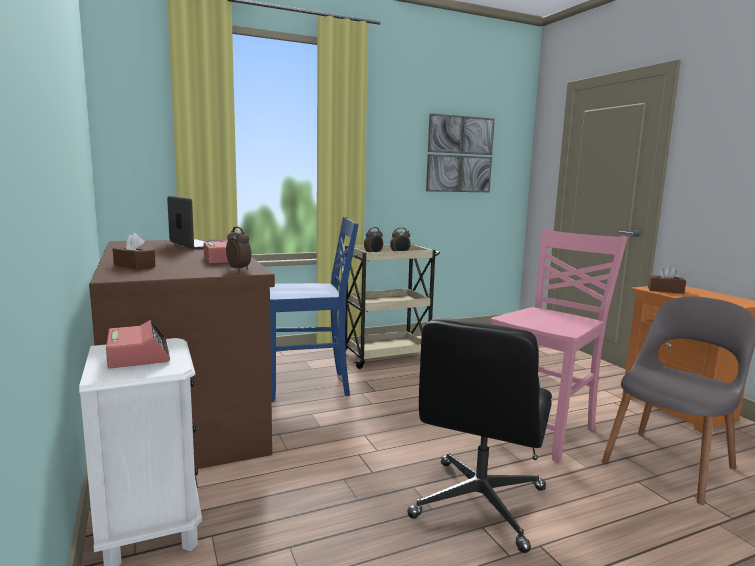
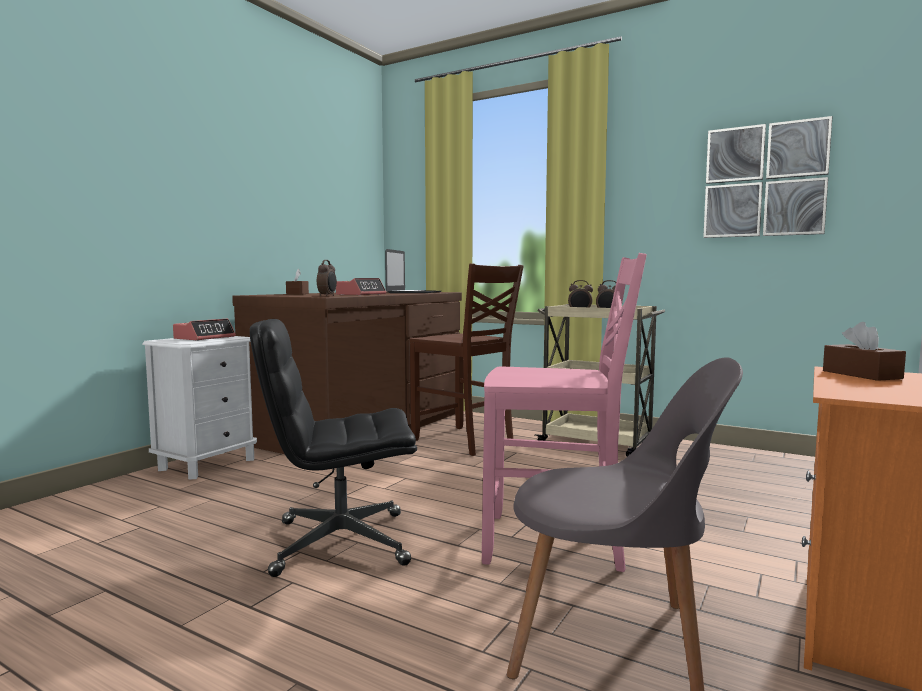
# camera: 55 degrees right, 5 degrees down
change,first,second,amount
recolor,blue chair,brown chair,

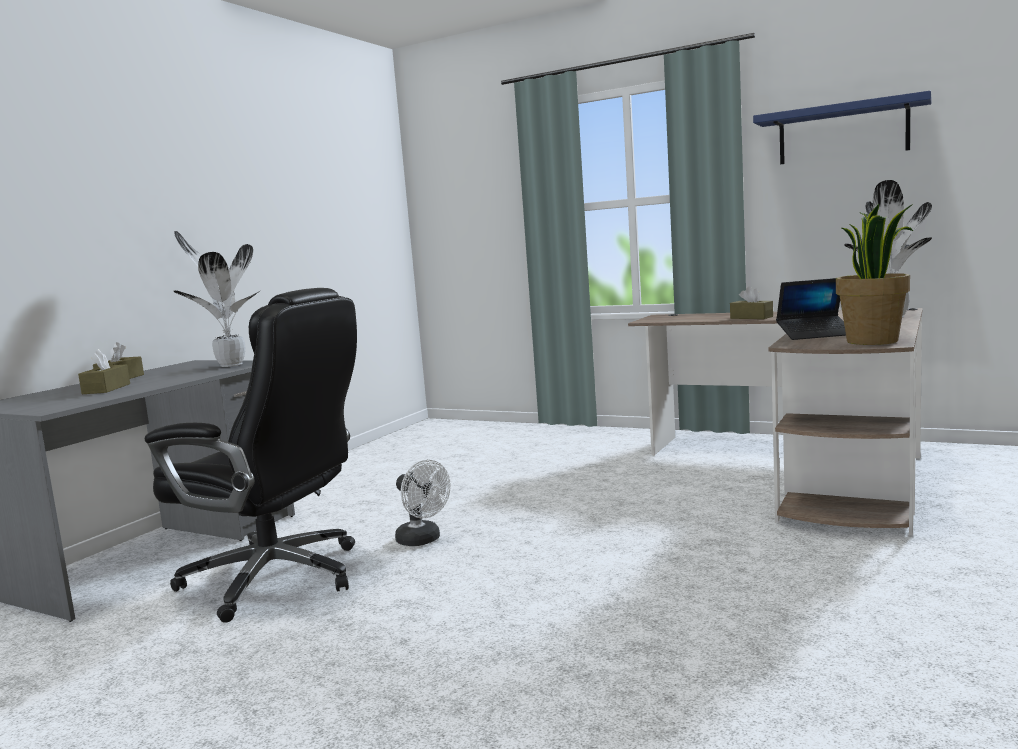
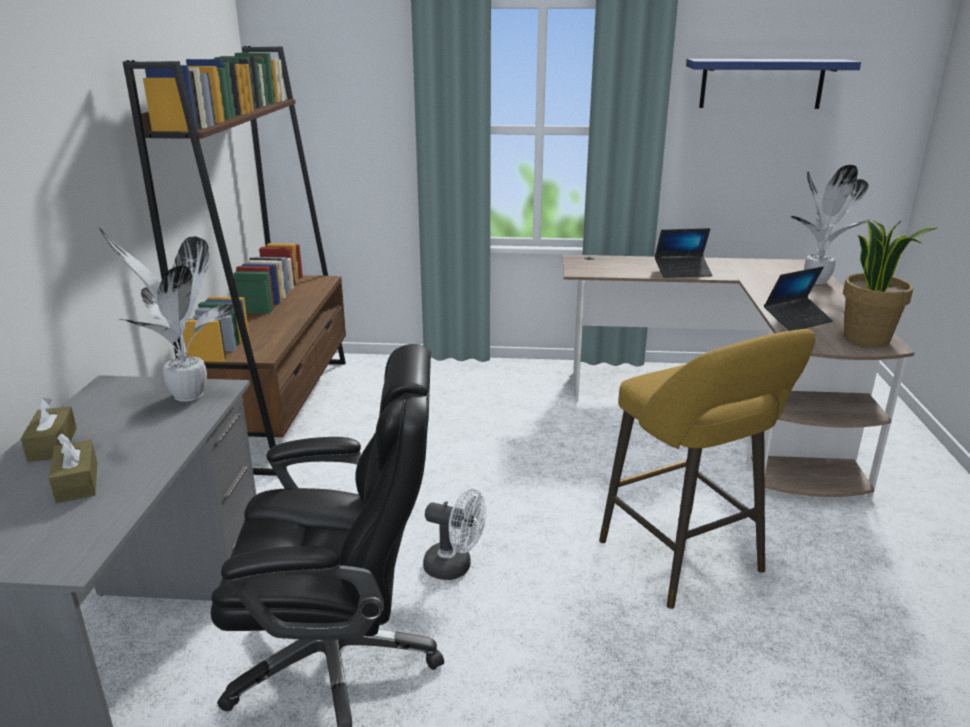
# camera: 25 degrees left, 15 degrees up
change,first,second,amount
insert,,brown bookcase,
insert,,yellow stool,
replace,brown tissue box (3rd from left),laptop (1st from left),

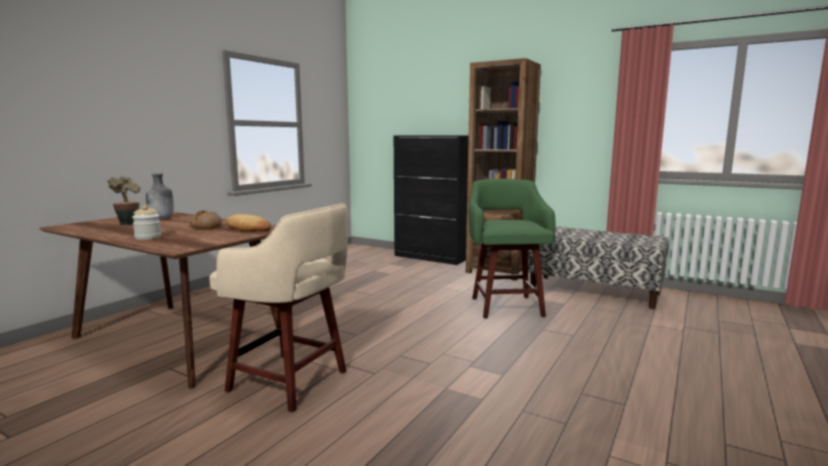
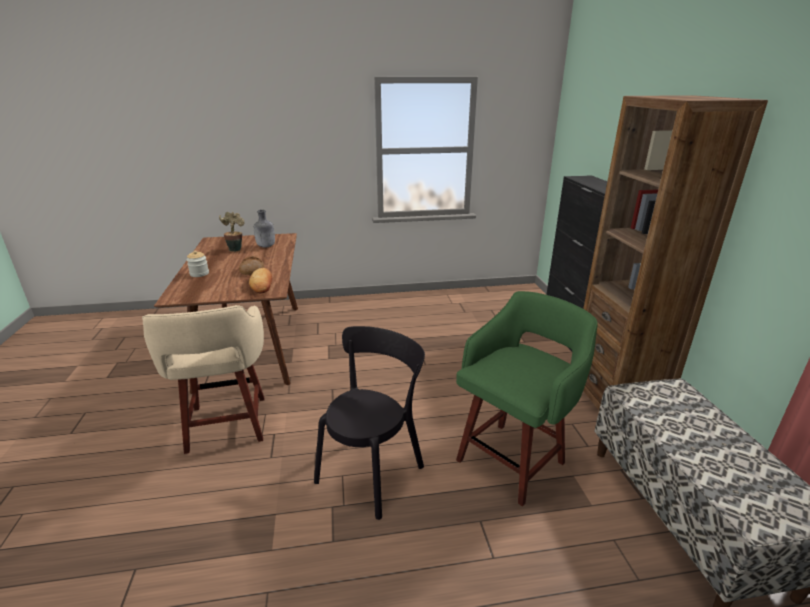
# camera: 50 degrees right, 15 degrees up
change,first,second,amount
insert,,black chair,

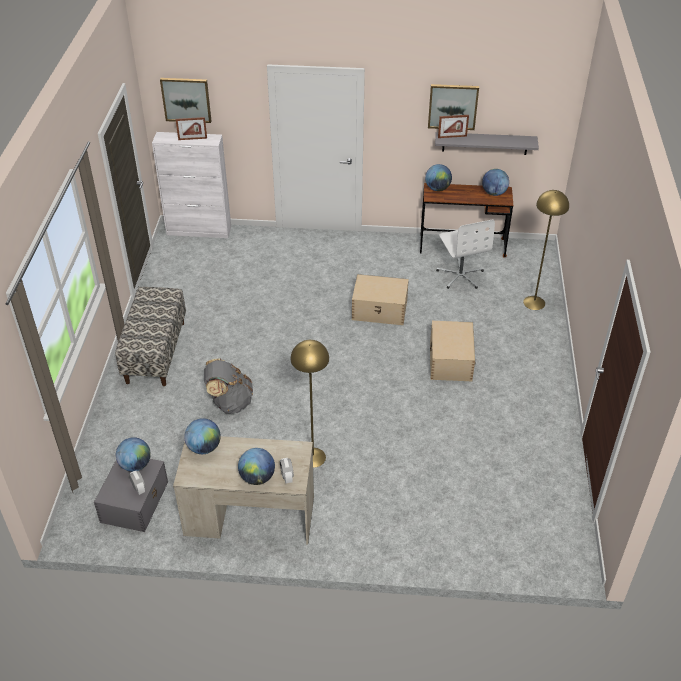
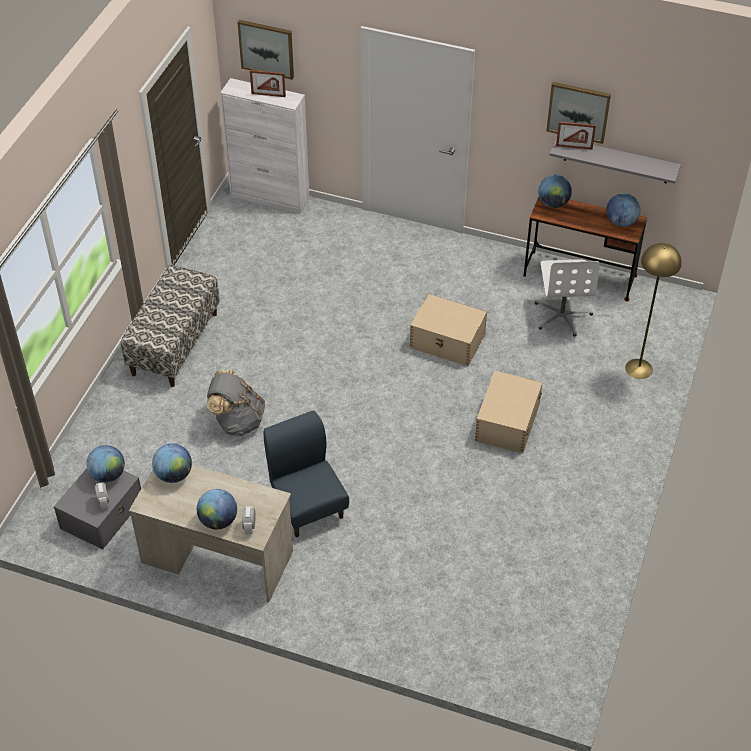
# camera: 15 degrees right, 5 degrees up
change,first,second,amount
replace,yellow floor lamp (1st from left),blue chair,

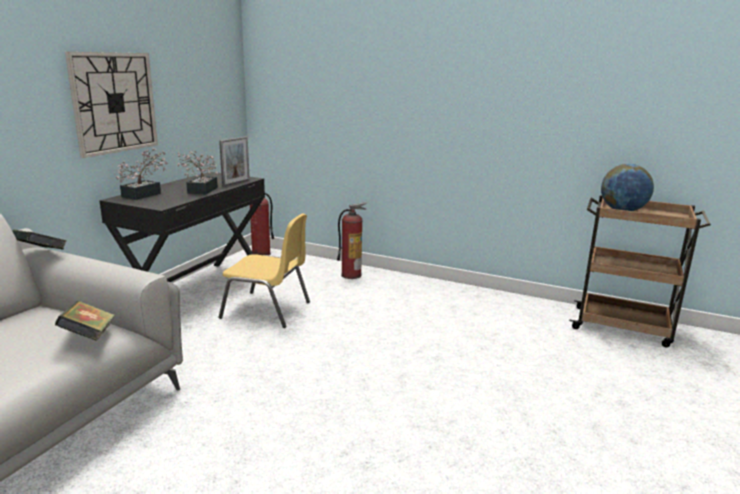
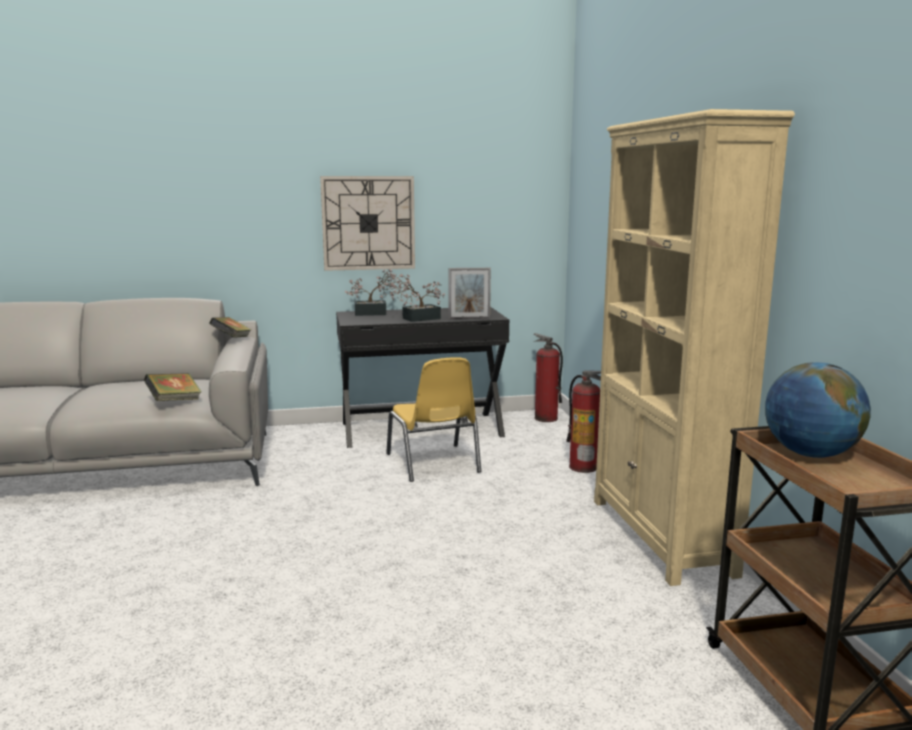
# camera: 55 degrees right, 5 degrees down
change,first,second,amount
insert,,beige bookcase,

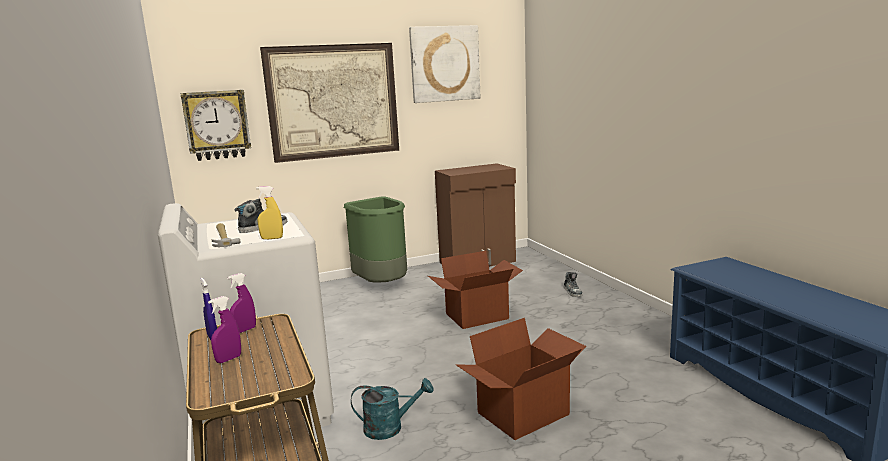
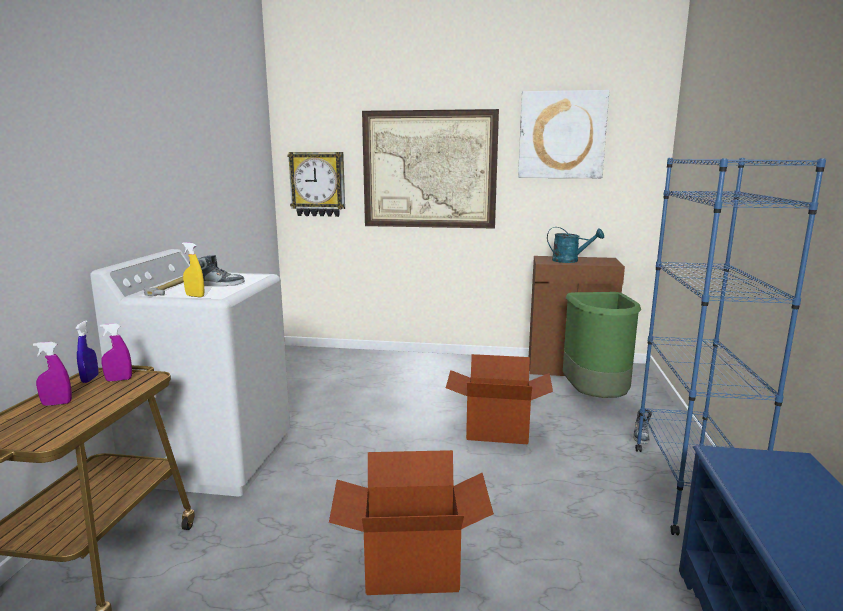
# camera: 30 degrees right, 0 degrees up
change,first,second,amount
move,turquoise watering can,,
move,green trash can,,
insert,,blue bookcase,

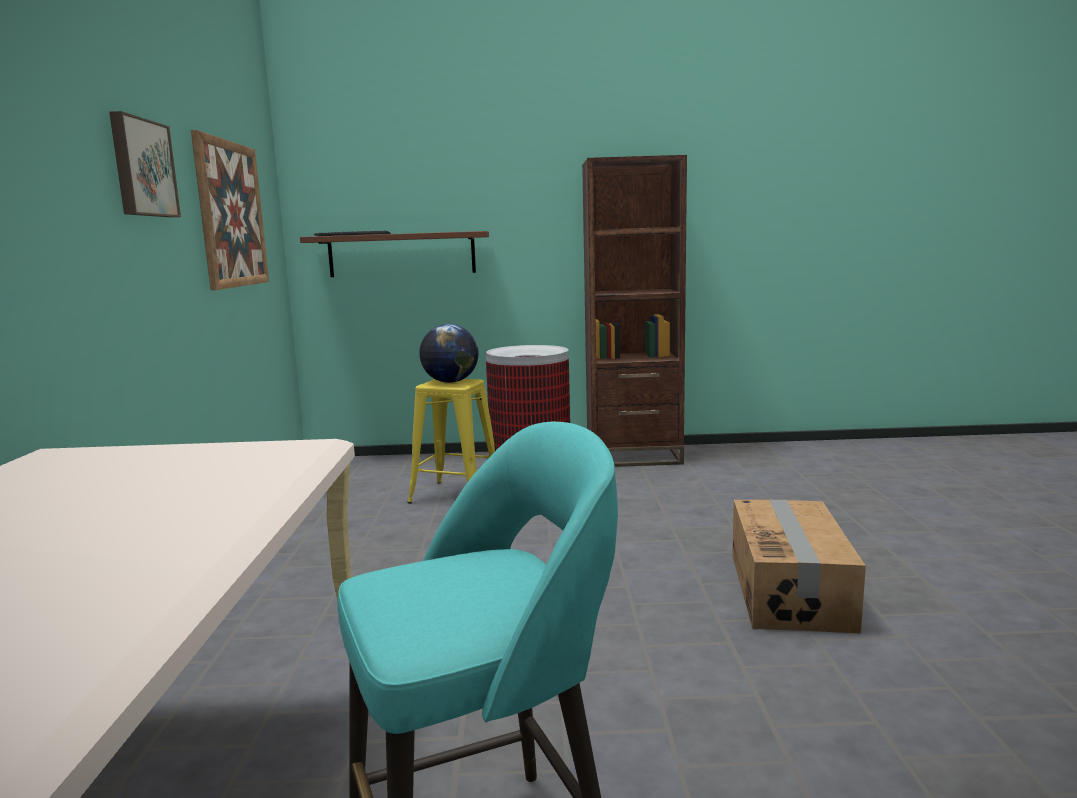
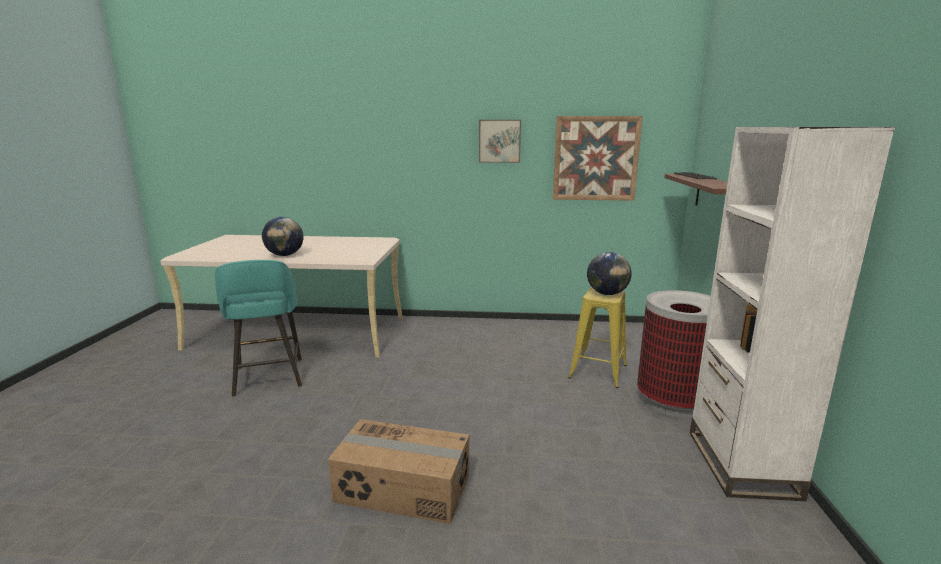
# camera: 95 degrees right, 5 degrees up
change,first,second,amount
insert,,globe (1st from left),
recolor,brown bookcase,white bookcase,

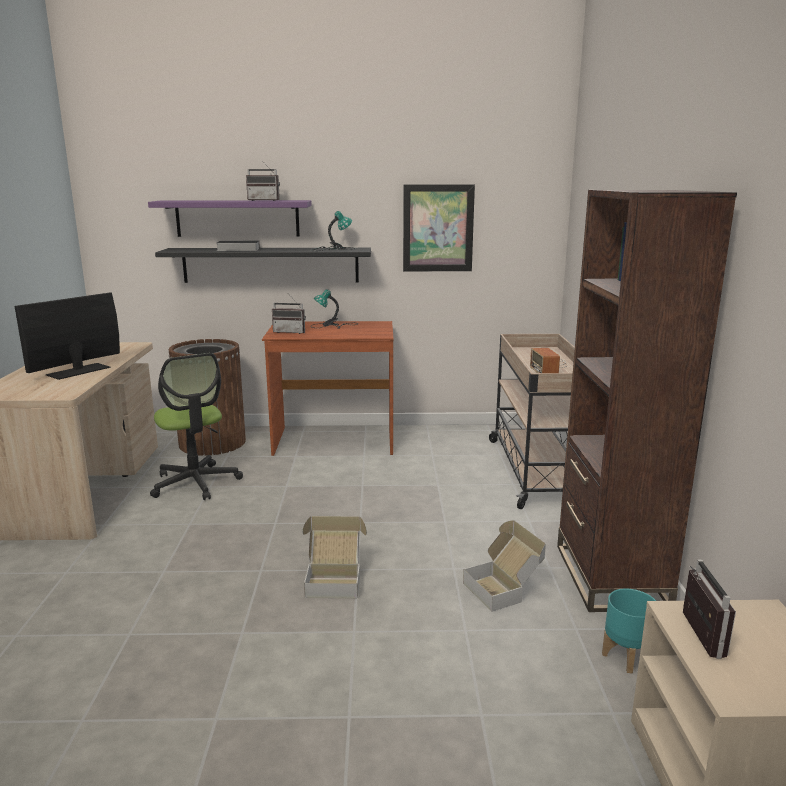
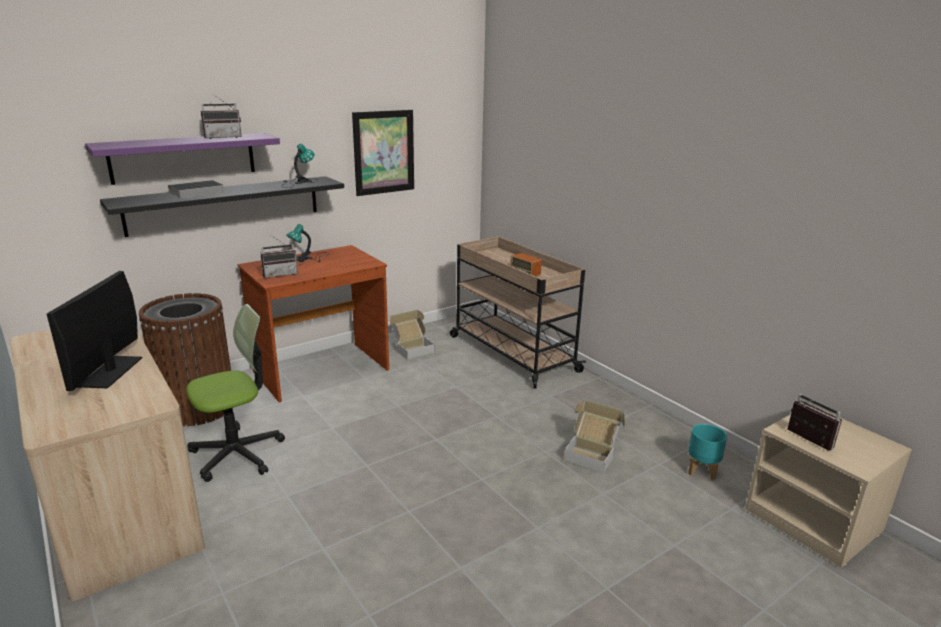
# camera: 35 degrees left, 5 degrees up
change,first,second,amount
rotate,office chair,,60 degrees counterclockwise
move,cardboard box (1st from left),,
delete,brown bookcase,,

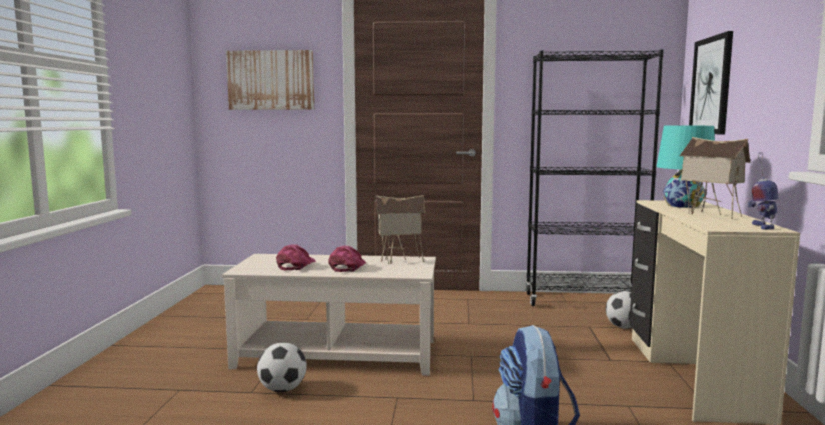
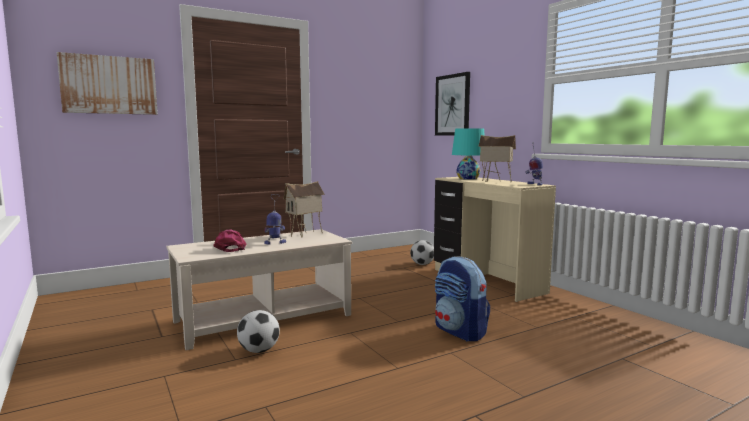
# camera: 35 degrees left, 0 degrees up
change,first,second,amount
replace,pink cap (2nd from left),toy robot (1st from left),
delete,black bookcase,,

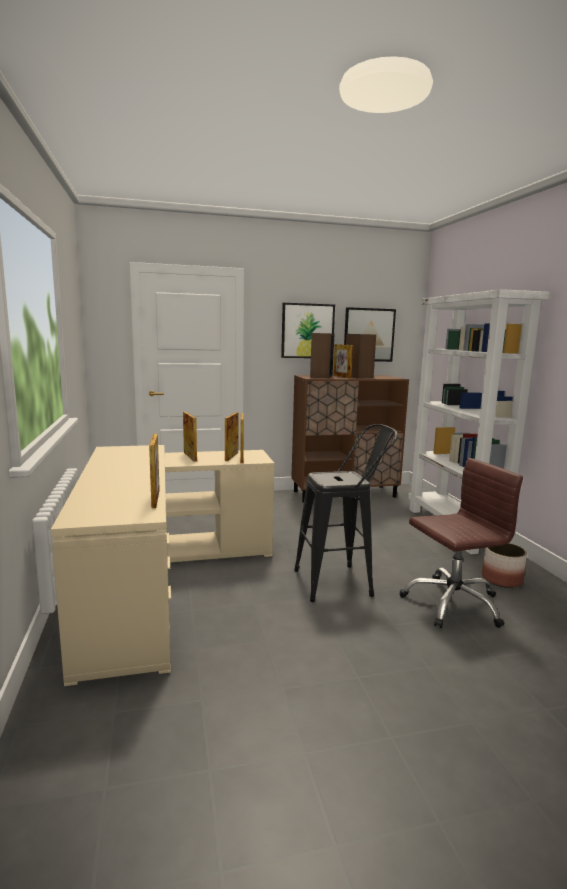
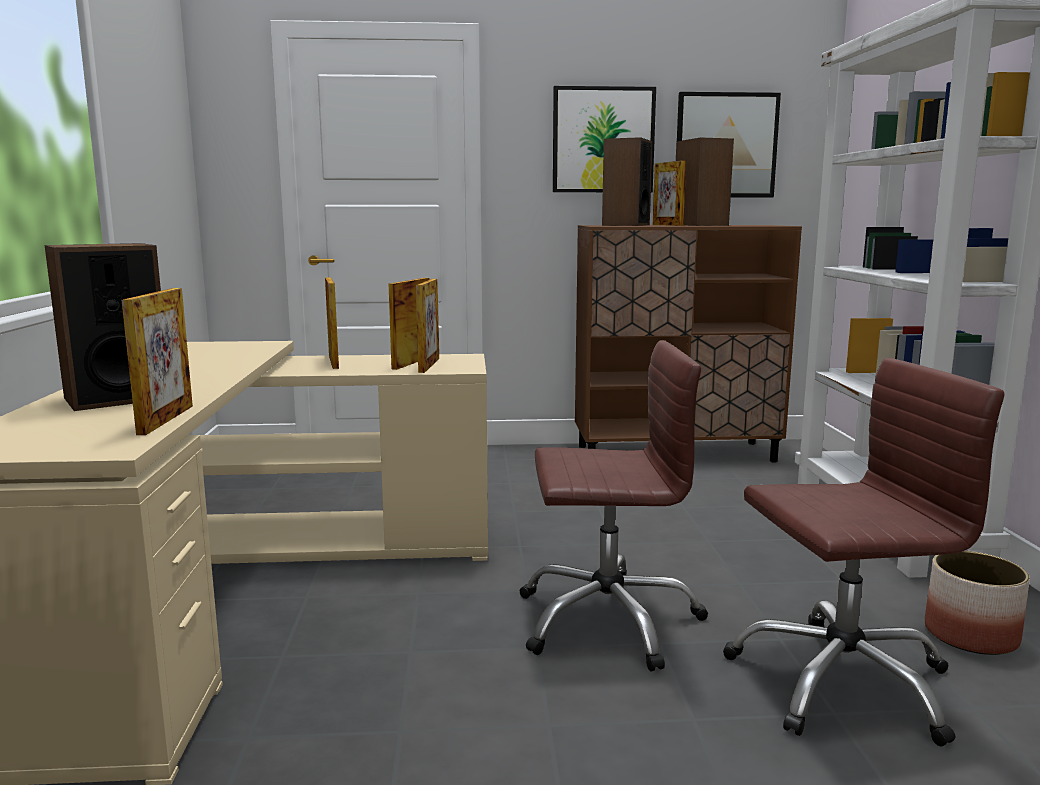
# camera: 10 degrees right, 0 degrees up
change,first,second,amount
insert,,speaker (1st from left),
replace,black stool,brown office chair (1st from left),

